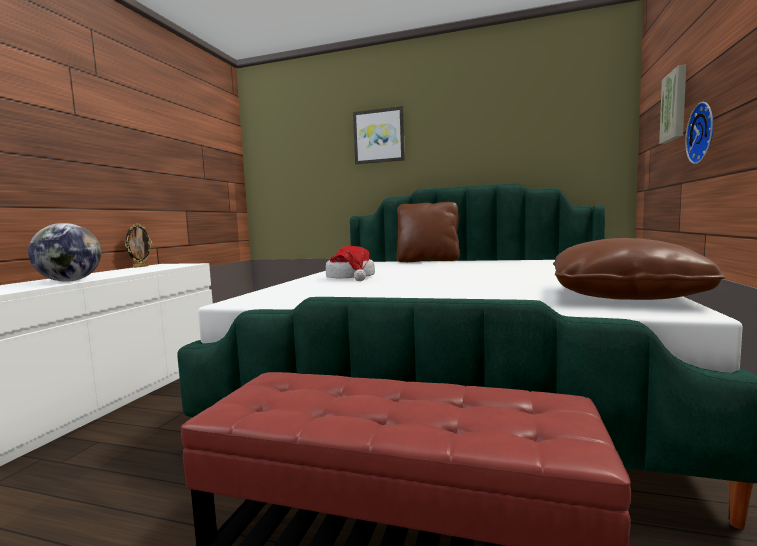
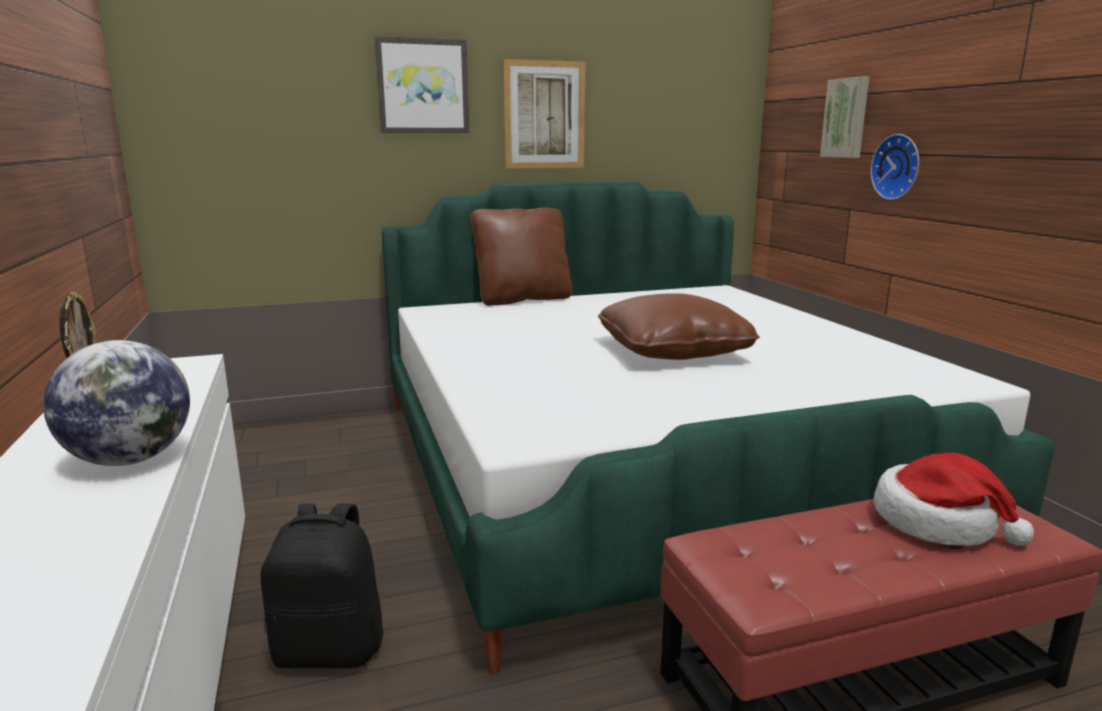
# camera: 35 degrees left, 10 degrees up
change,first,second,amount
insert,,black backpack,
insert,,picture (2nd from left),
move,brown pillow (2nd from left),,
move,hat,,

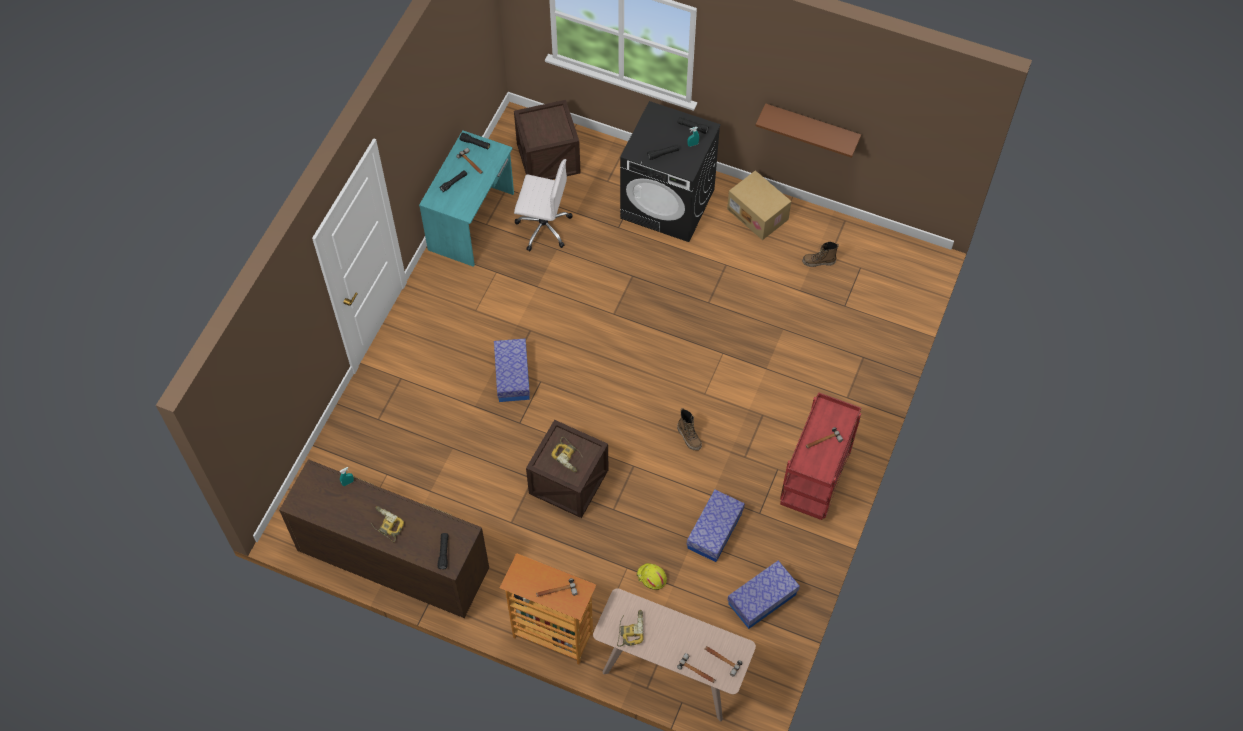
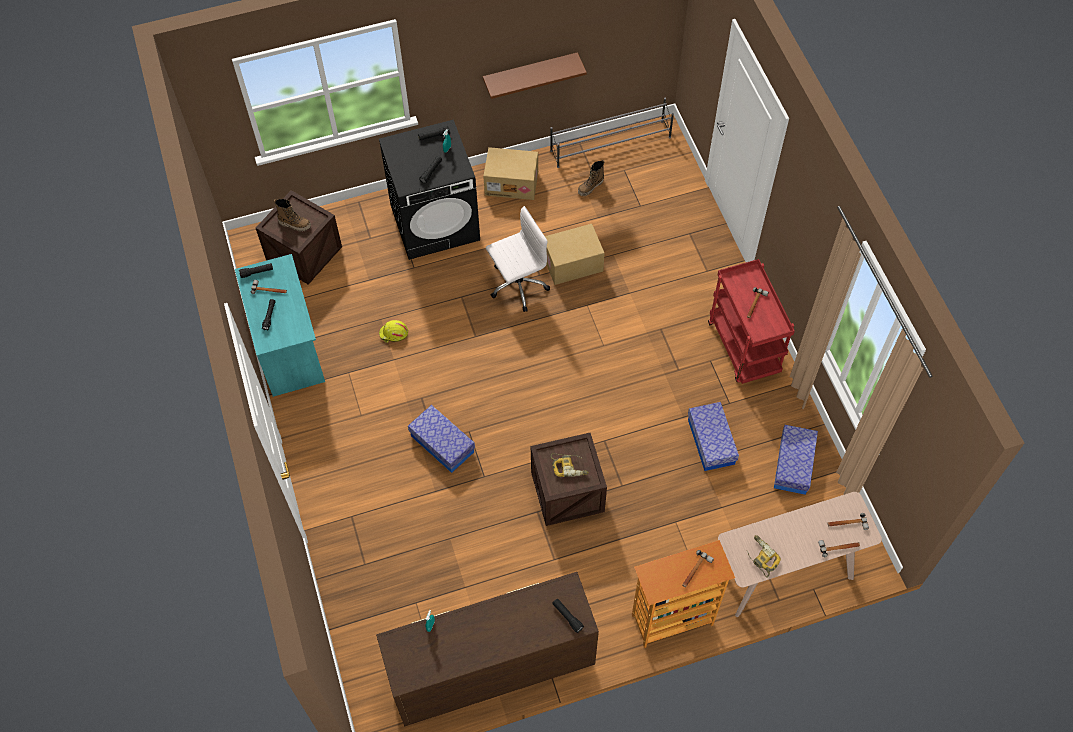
# camera: 40 degrees left, 0 degrees up
change,first,second,amount
move,boot (1st from left),,
move,yellow hard hat,,
move,white office chair,,
insert,,cardboard box (2nd from left),
insert,,grey shoe rack,
delete,power drill (1st from left),,

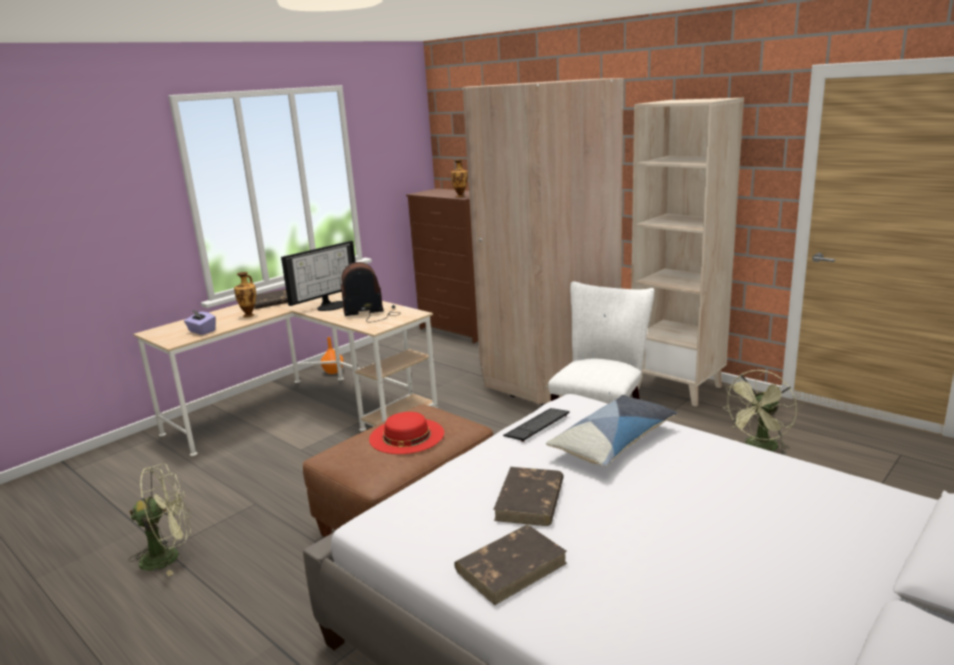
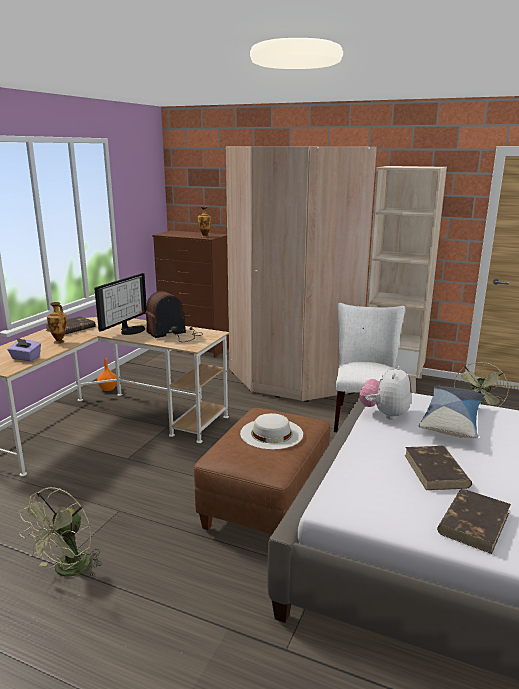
# camera: 20 degrees left, 0 degrees up
change,first,second,amount
rotate,green fan (1st from left),,150 degrees clockwise
recolor,red hat,white hat,
replace,keyboard,plush toy,

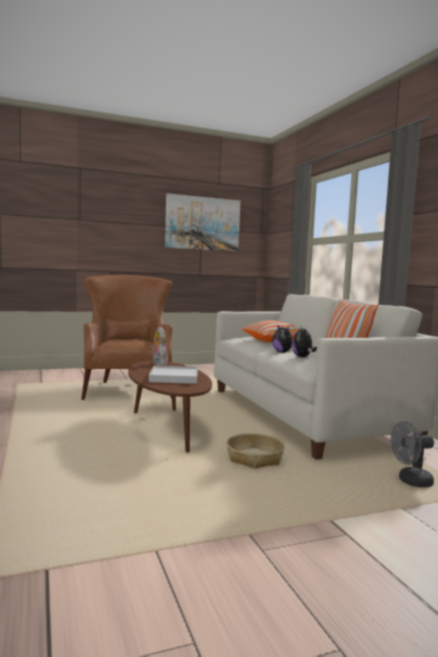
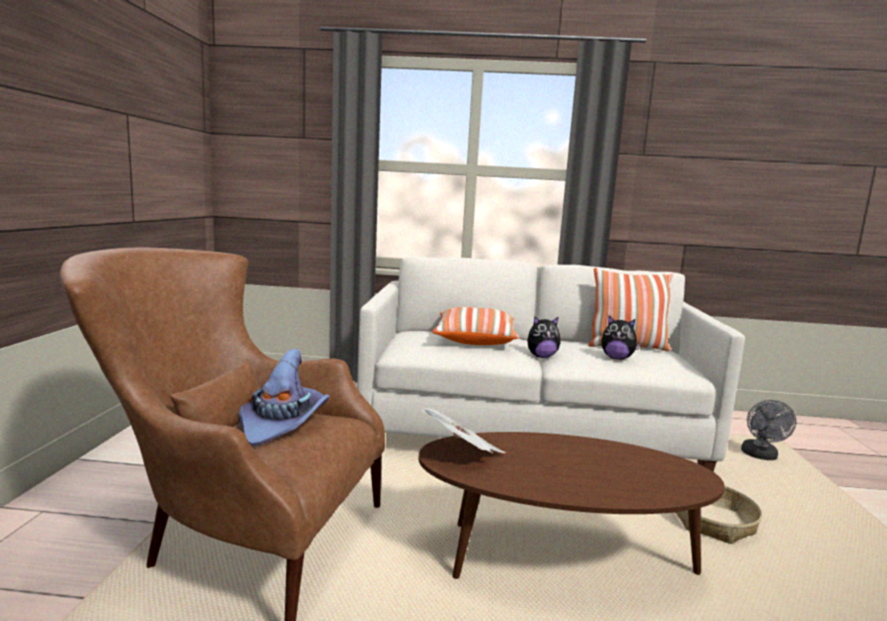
# camera: 65 degrees left, 5 degrees up
change,first,second,amount
insert,,purple hat,
replace,plush toy (1st from left),newspaper,
delete,white tray,,
delete,picture,,

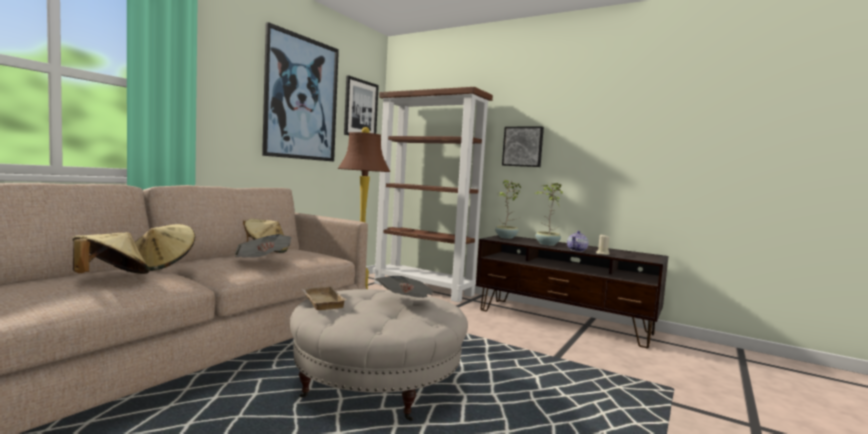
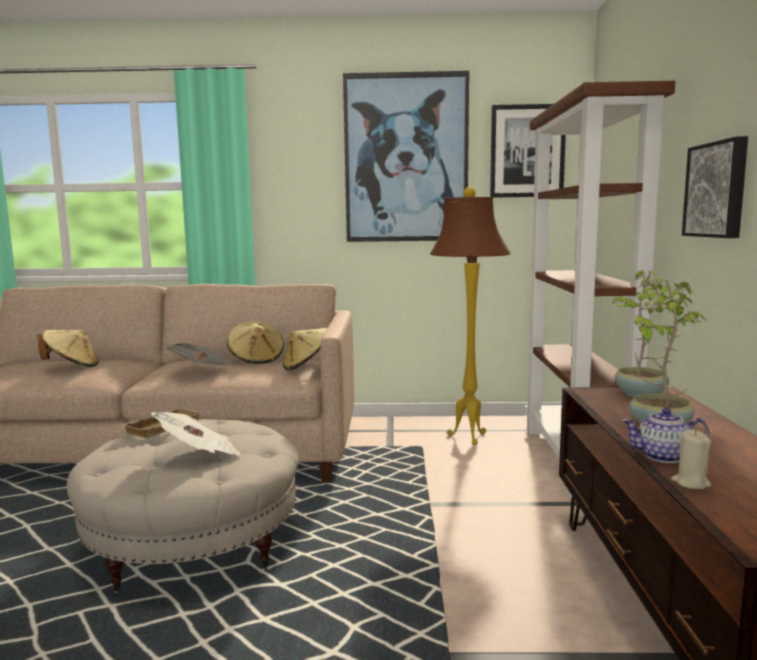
# camera: 60 degrees right, 5 degrees up
change,first,second,amount
move,beige hat (2nd from left in the first image),beige hat (3rd from left),

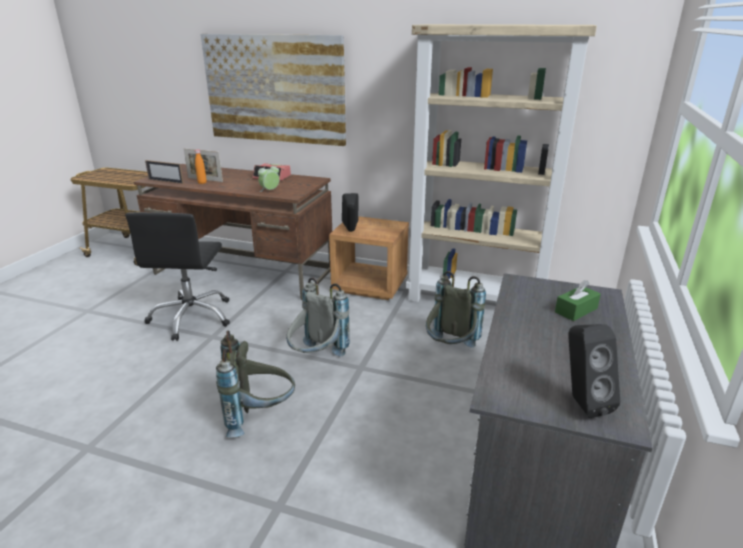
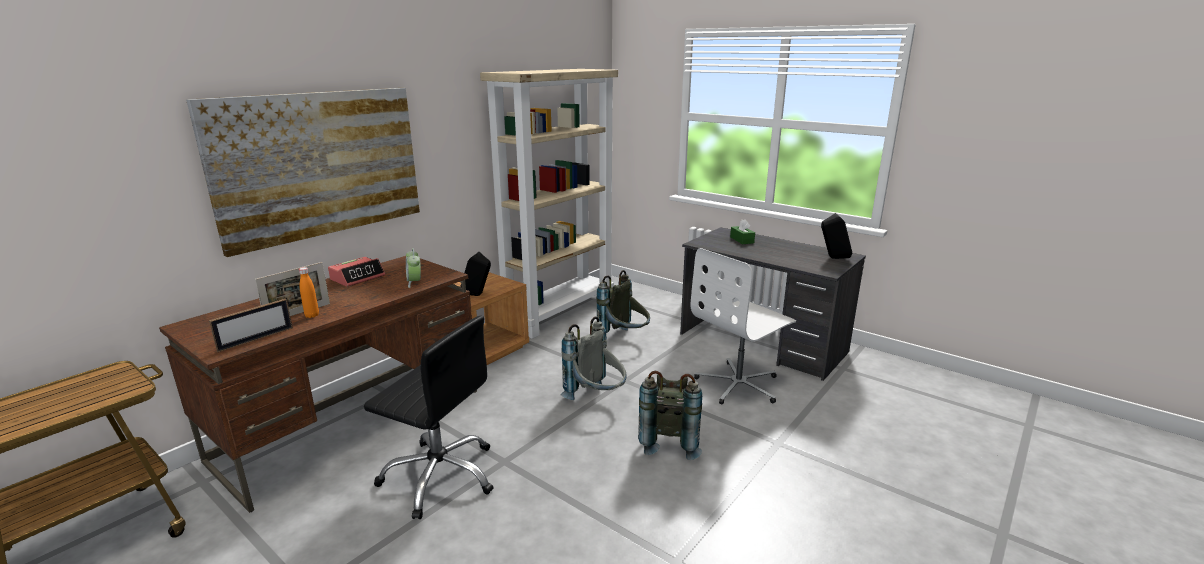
# camera: 70 degrees left, 5 degrees down
change,first,second,amount
insert,,white office chair,

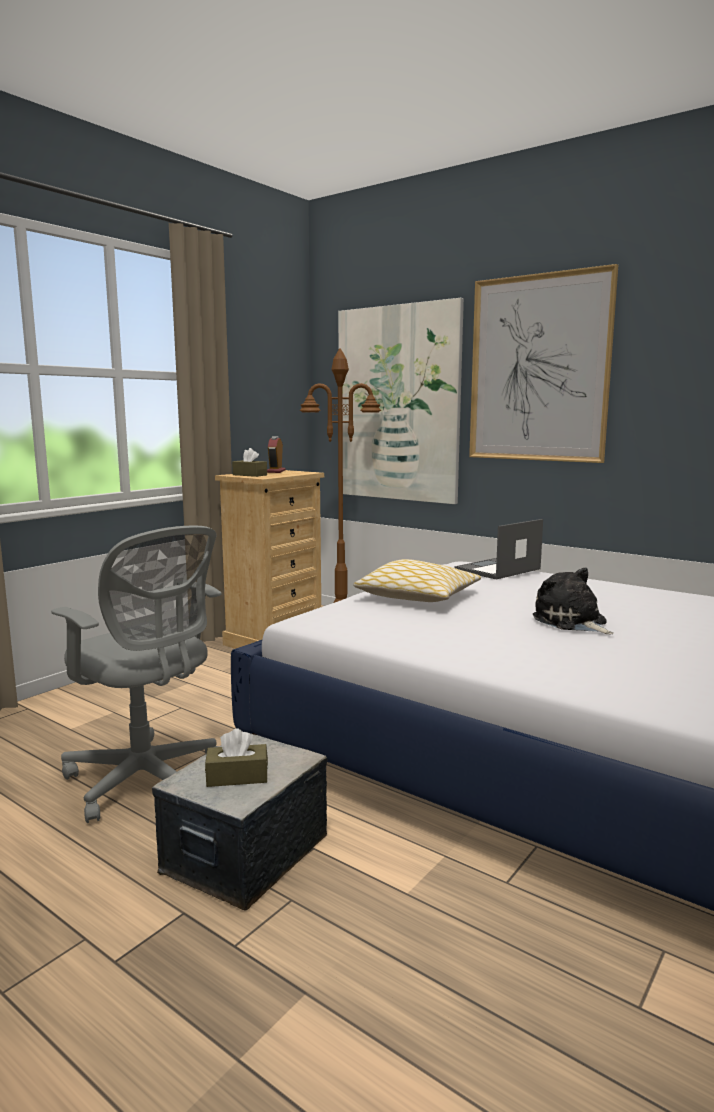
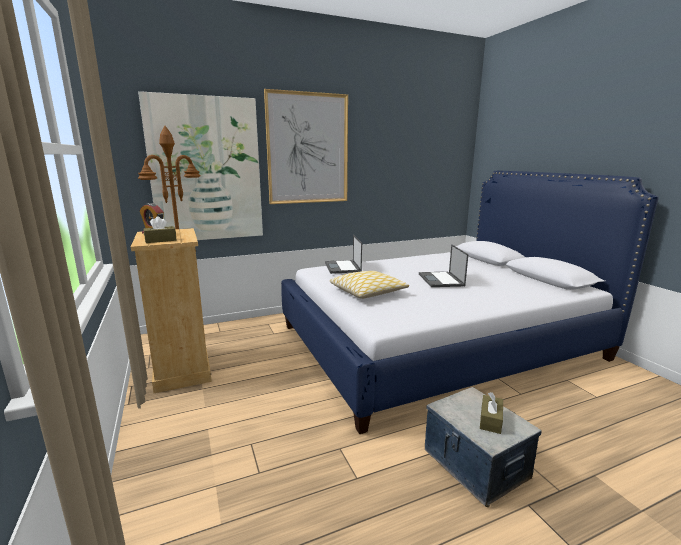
# camera: 60 degrees left, 5 degrees up
change,first,second,amount
replace,plush toy,laptop (2nd from left),
delete,grey office chair,,

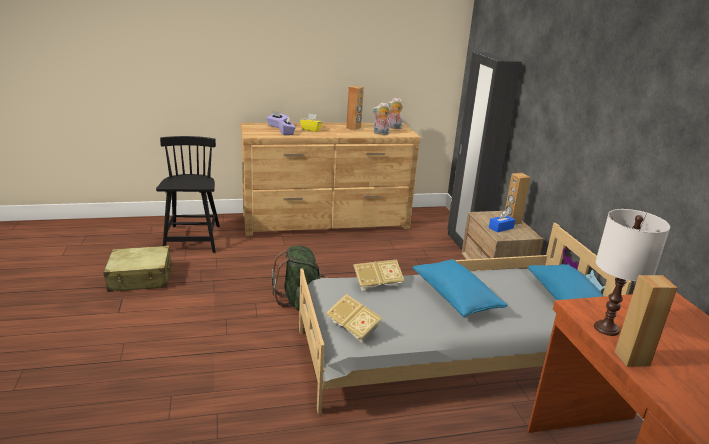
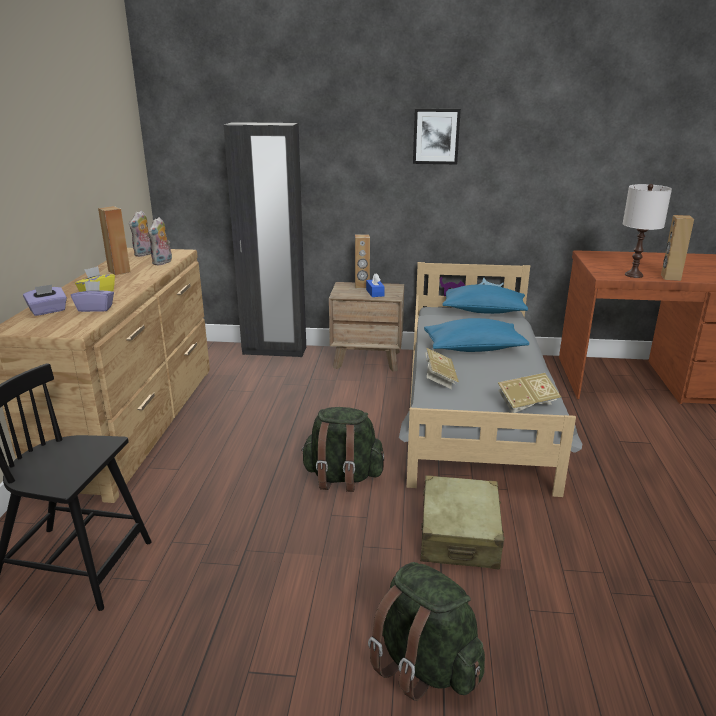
# camera: 70 degrees left, 0 degrees up
change,first,second,amount
insert,,green backpack (2nd from left),
insert,,picture,
move,beige suitcase,,

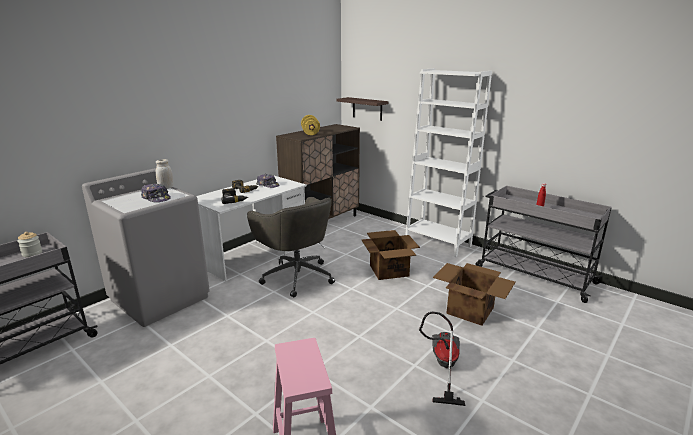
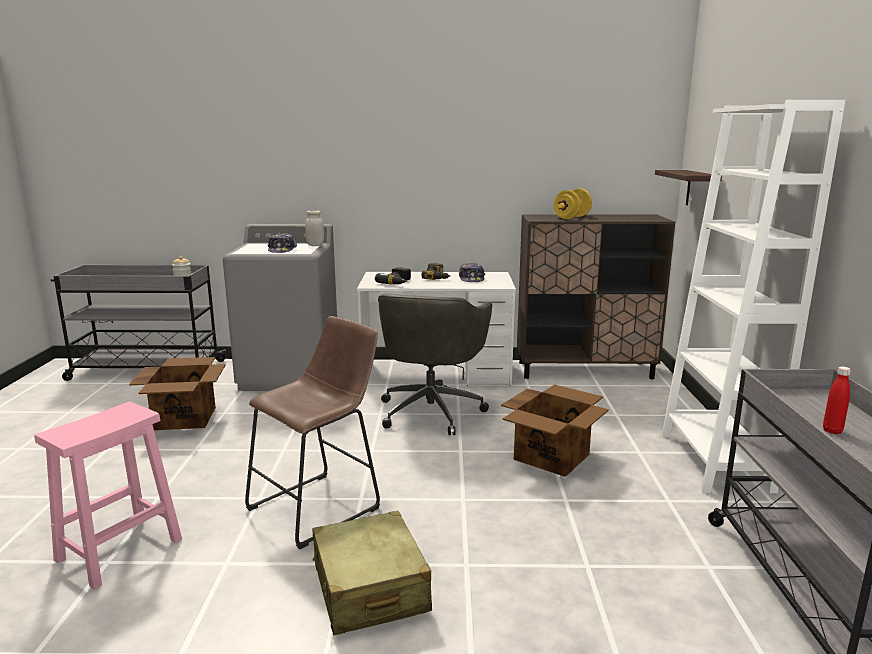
# camera: 50 degrees right, 5 degrees down
change,first,second,amount
move,cardboard box (2nd from left in the first image),cardboard box (1st from left),
insert,,brown stool,
replace,vacuum cleaner,beige suitcase,

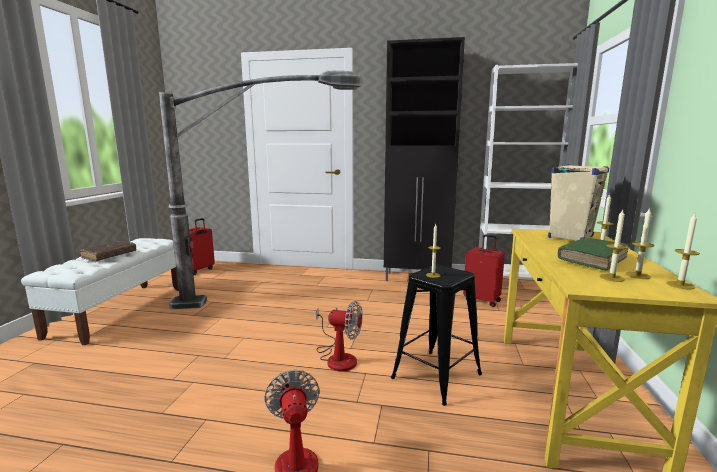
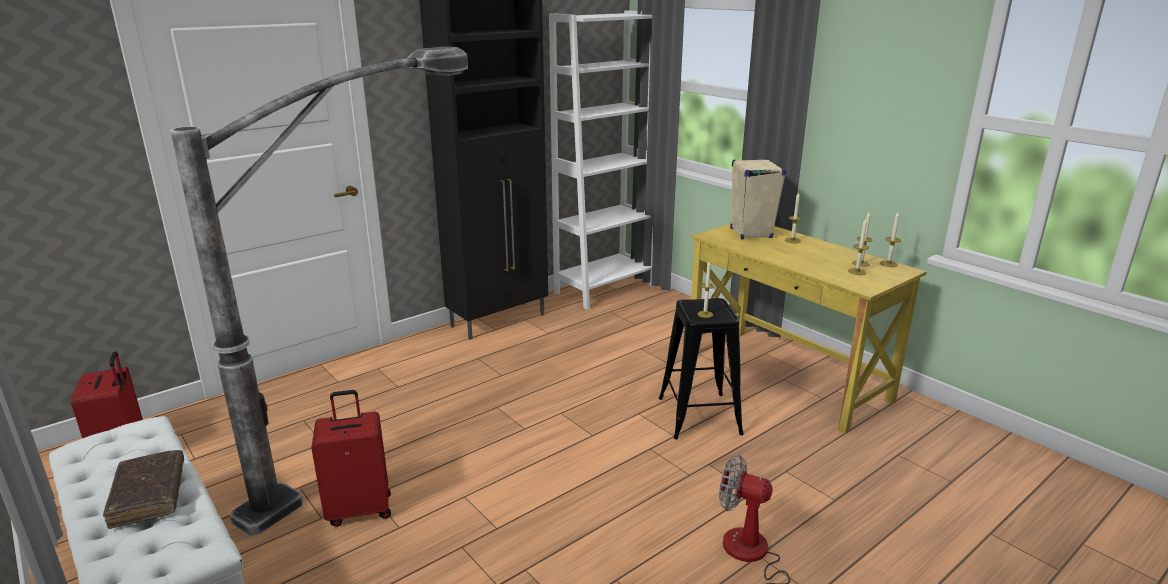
# camera: 50 degrees left, 10 degrees up
change,first,second,amount
move,red suitcase (2nd from left),,
delete,fan (2nd from left),,
delete,green book,,

